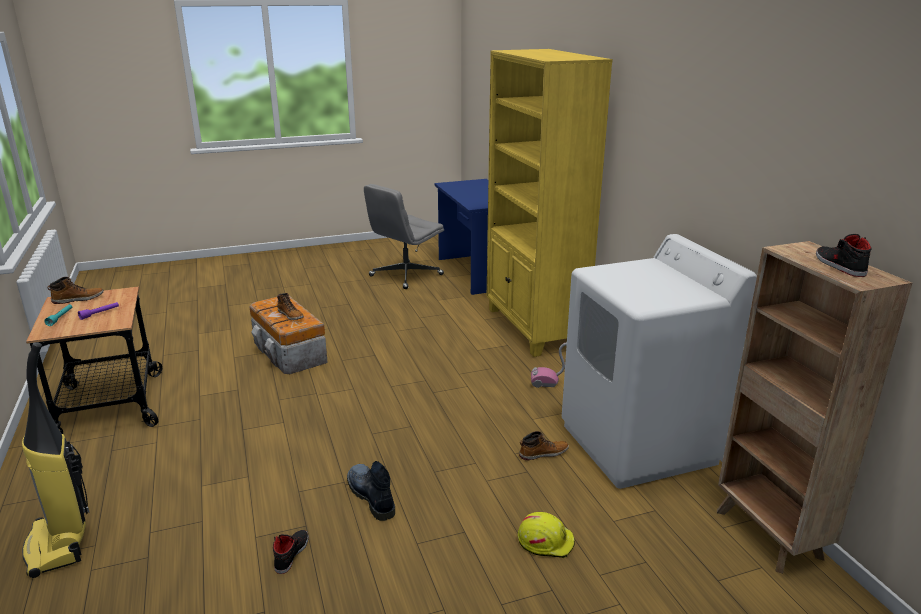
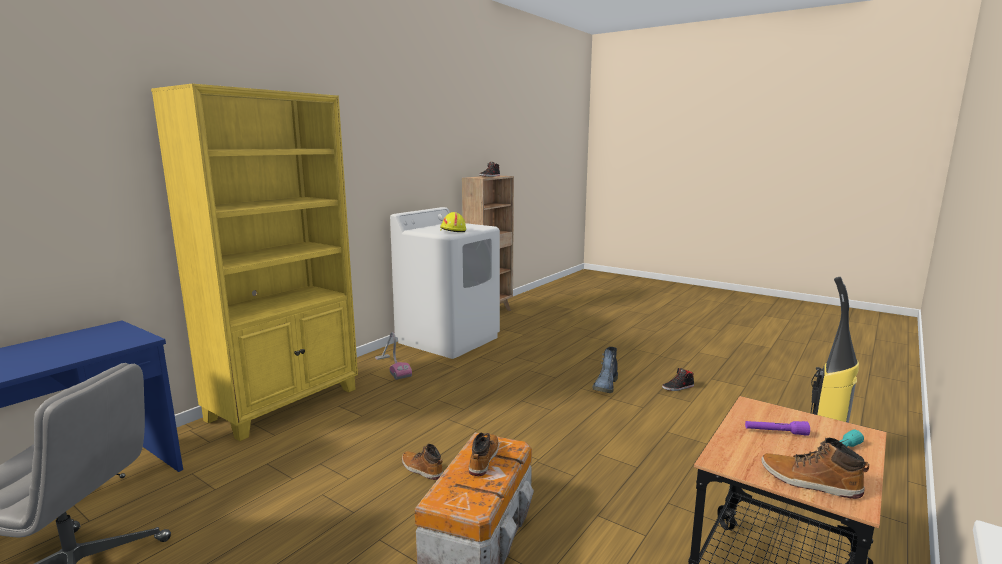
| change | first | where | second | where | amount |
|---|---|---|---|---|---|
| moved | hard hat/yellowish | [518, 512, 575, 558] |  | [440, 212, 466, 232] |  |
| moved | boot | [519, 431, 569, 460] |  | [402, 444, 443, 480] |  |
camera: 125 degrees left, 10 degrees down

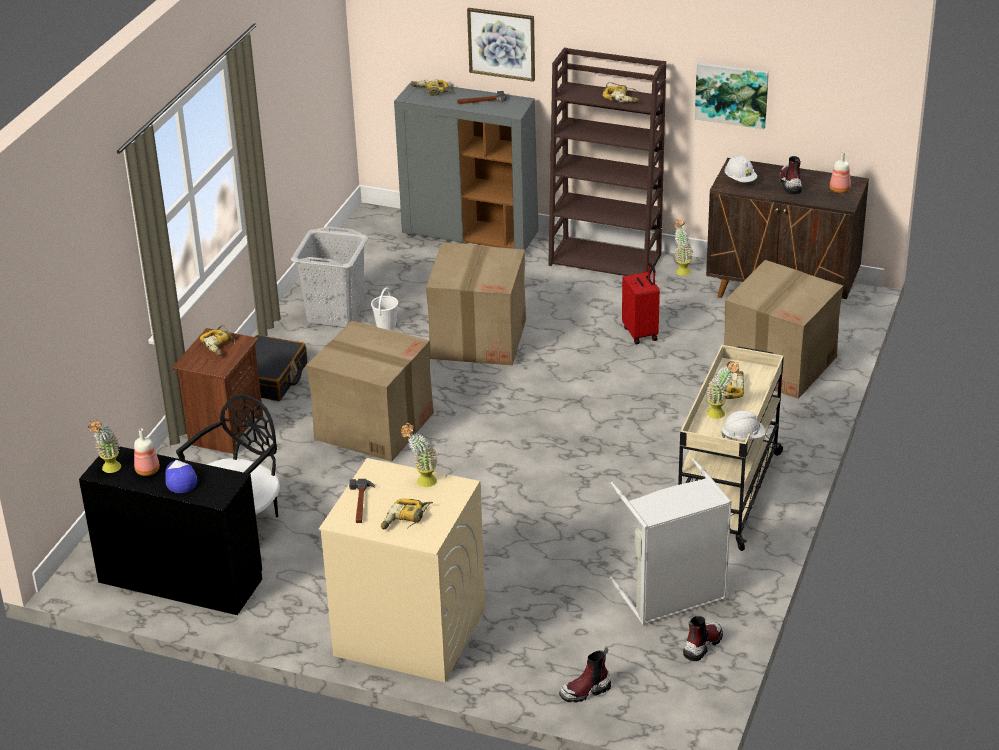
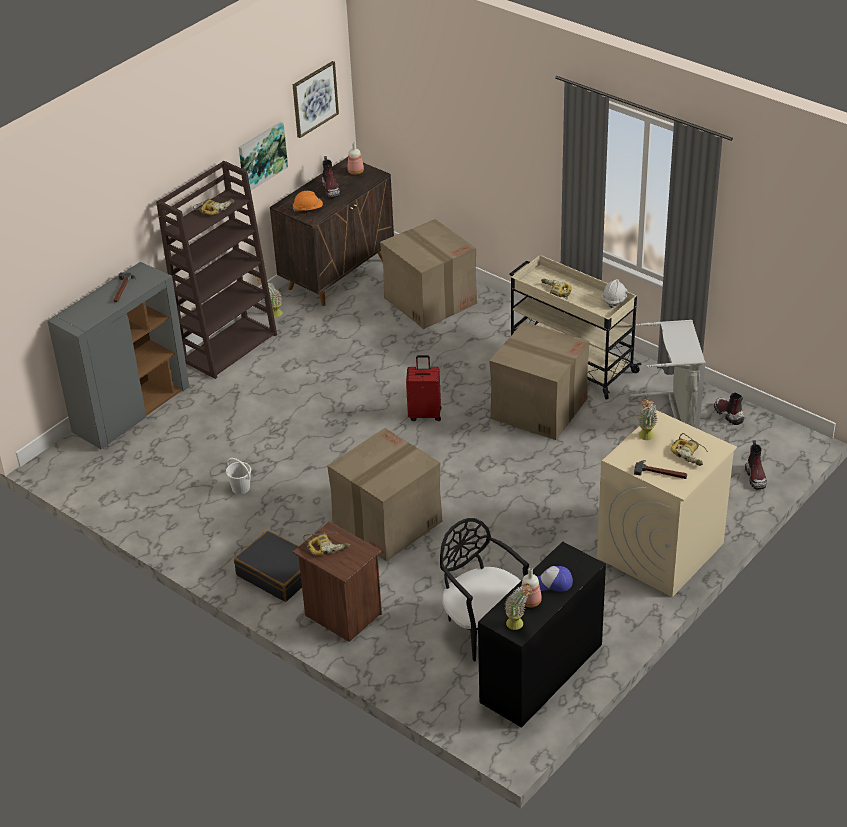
| change | first | where | second | where | amount |
|---|---|---|---|---|---|
| removed | hamper/greyish | [291, 226, 369, 328] |  |  |  |
| removed | electric drill | [411, 79, 451, 96] |  |  |  |
| moved | cardboard box | [426, 242, 526, 365] |  | [489, 321, 590, 440] |  |
| moved | picture | [467, 8, 535, 82] |  | [293, 61, 339, 138] |  |
| moved | suitcase/red-coloured | [622, 263, 660, 345] |  | [406, 355, 442, 421] |  |
| removed | potted plant | [706, 361, 739, 419] |  |  |  |
| recoloured | hard hat/white | [724, 155, 757, 183] | hard hat/orangey | [293, 191, 323, 212] |  |
| turned | boot | [779, 156, 802, 194] |  | [322, 156, 340, 198] | 120 degrees counterclockwise |
camera: 70 degrees left, 5 degrees up

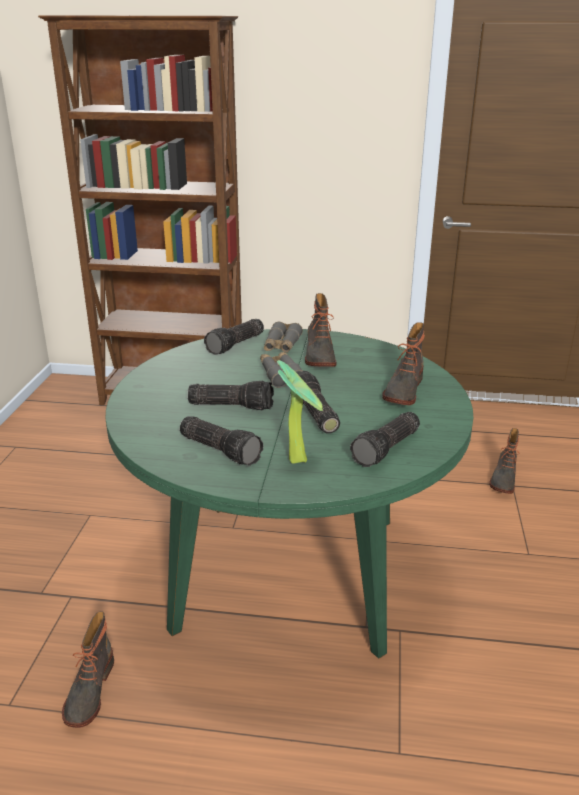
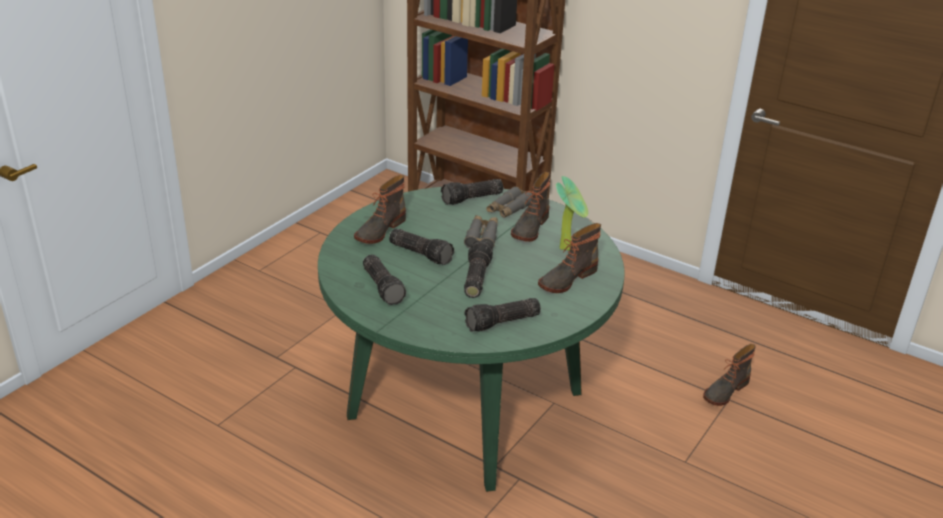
| change | first | where | second | where | amount |
|---|---|---|---|---|---|
| moved | boot | [62, 611, 114, 728] |  | [354, 175, 406, 244] |  |
| moved | potted plant | [277, 360, 323, 464] |  | [556, 176, 588, 251] |  |
camera: 25 degrees right, 5 degrees up

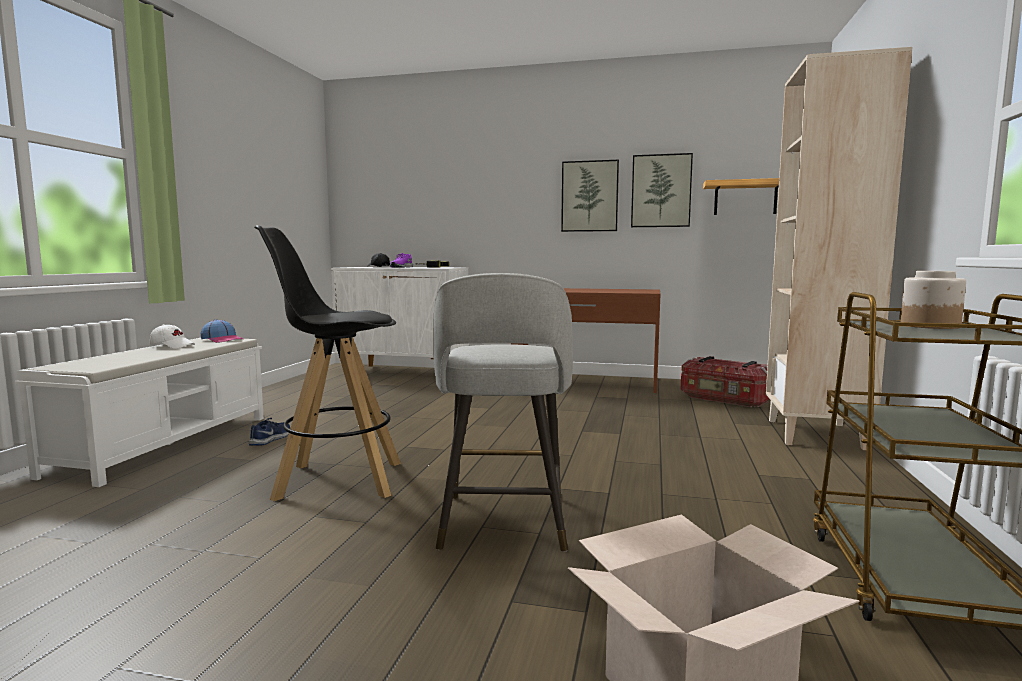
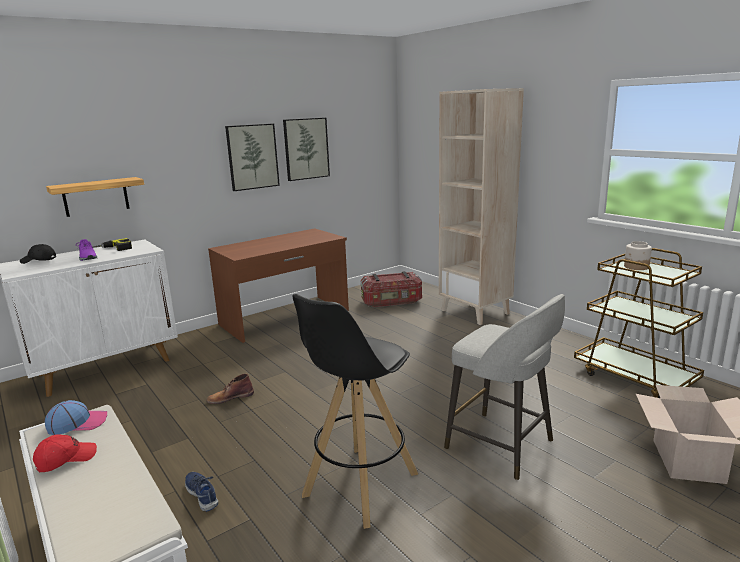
| change | first | where | second | where | amount |
|---|---|---|---|---|---|
| recoloured | baseball cap/white | [150, 324, 195, 349] | baseball cap/red-coloured | [33, 434, 97, 472] |  |
| moved | shelf | [703, 178, 779, 215] |  | [46, 177, 144, 217] |  |
| added |  |  | boot/brownish | [206, 374, 254, 404] |  |
camera: 50 degrees left, 10 degrees up

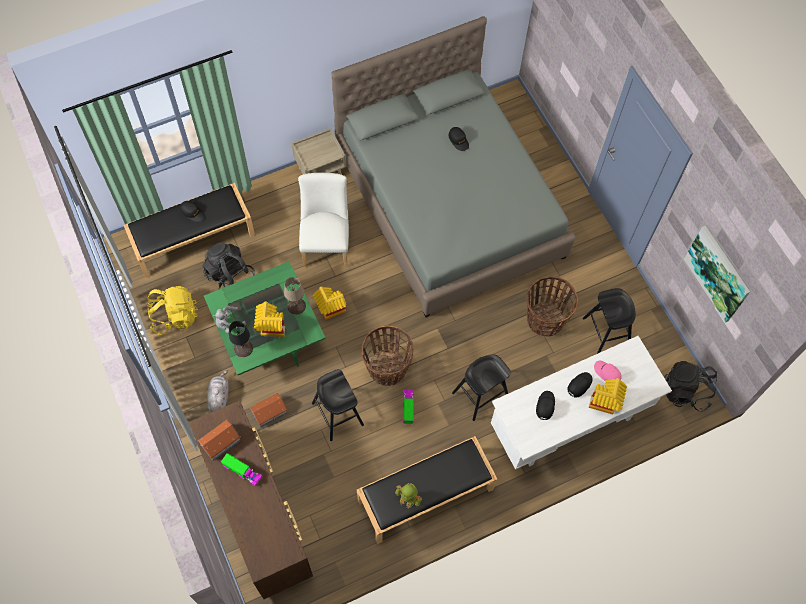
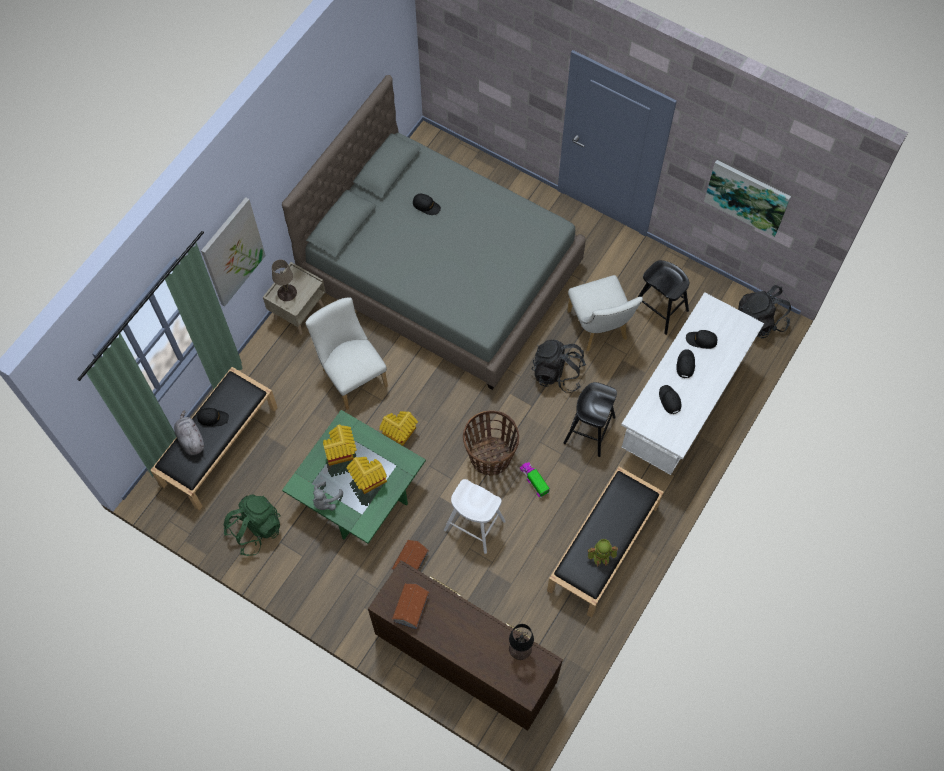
| change | first | where | second | where | amount |
|---|---|---|---|---|---|
| recoloured | backpack/yellowish | [147, 286, 198, 335] | backpack/green-coloured | [224, 495, 281, 556] |  |
| moved | backpack/black-coloured | [203, 243, 255, 288] |  | [531, 340, 586, 393] |  |
| moved | cuddly toy/greyish | [207, 370, 229, 412] |  | [174, 410, 204, 455] |  |
| removed | toy truck | [221, 453, 263, 486] |  |  |  |
| moved | tabletop lamp/black-coloured | [229, 321, 253, 357] |  | [509, 624, 534, 660] |  |
| moved | tabletop lamp/sand-coloured | [284, 277, 306, 315] |  | [272, 260, 297, 301] |  |
| recoloured | stool seat/black-coloured | [312, 369, 364, 441] | stool seat/white | [444, 479, 506, 554] |  |
| replaced | storage basket | [526, 276, 578, 337] | plain chair/white | [567, 275, 643, 351] |  |
| moved | toy house | [589, 378, 627, 415] |  | [323, 425, 357, 466] |  |
| recoloured | baseball cap/pink-coloured | [594, 360, 622, 381] | baseball cap/black-coloured | [686, 330, 717, 349] |  |
| added |  |  | picture | [201, 197, 266, 306] |  |
camera: 30 degrees left, 0 degrees up

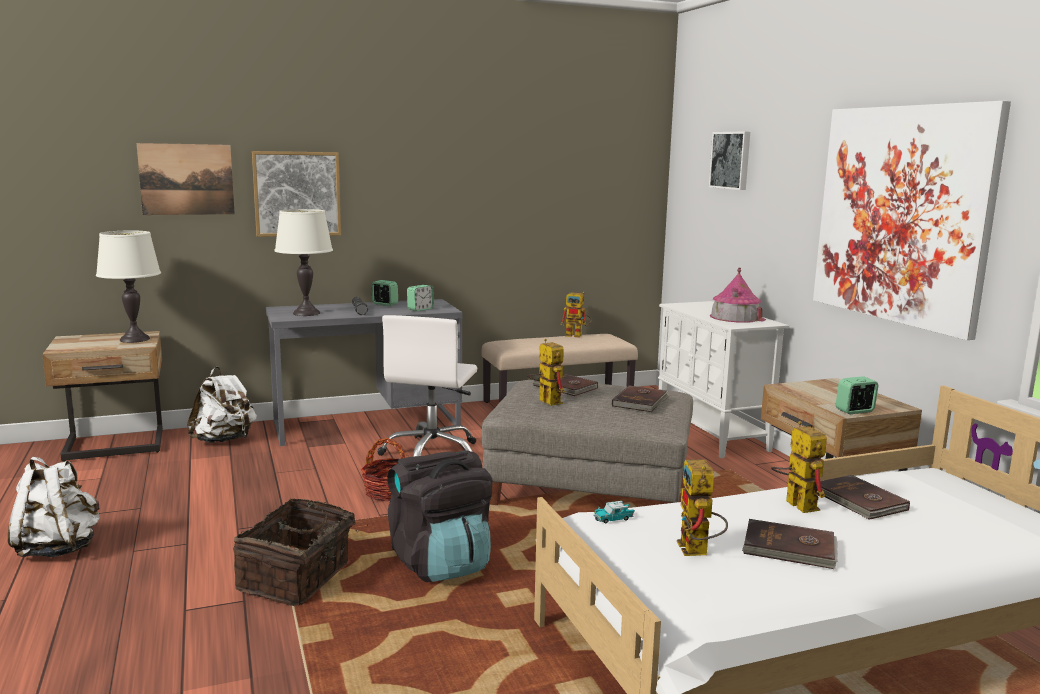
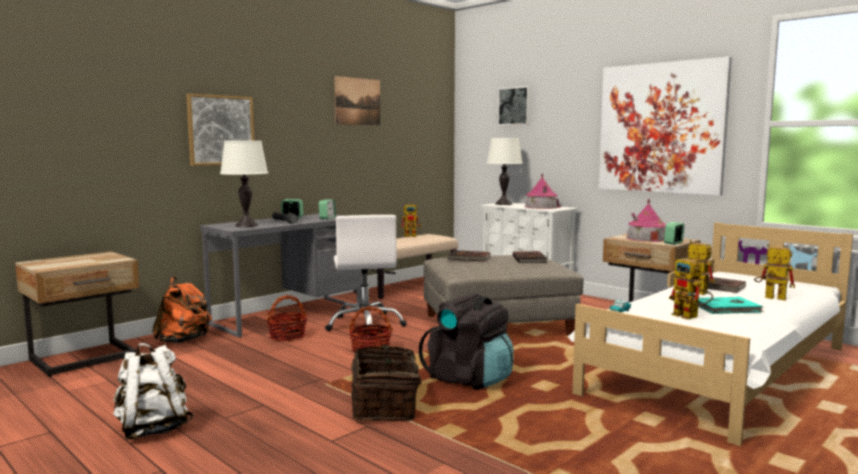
| change | first | where | second | where | amount |
|---|---|---|---|---|---|
| moved | tabletop lamp/white | [96, 231, 161, 343] |  | [486, 138, 523, 205] |  |
| moved | picture | [137, 143, 235, 215] |  | [334, 76, 380, 126] |  |
| recoloured | backpack/white | [187, 366, 257, 443] | backpack/orangey | [152, 277, 212, 343] |  |
| moved | model robot | [527, 339, 565, 406] |  | [754, 244, 795, 301] |  |
| recoloured | bound book/brownish | [742, 519, 838, 569] | bound book/turquoise-coloured | [698, 297, 764, 314] |  |
| added |  |  | storage basket | [266, 295, 307, 341] |  |
| added |  |  | toy house | [626, 199, 666, 242] |  |
camera: 25 degrees left, 5 degrees down

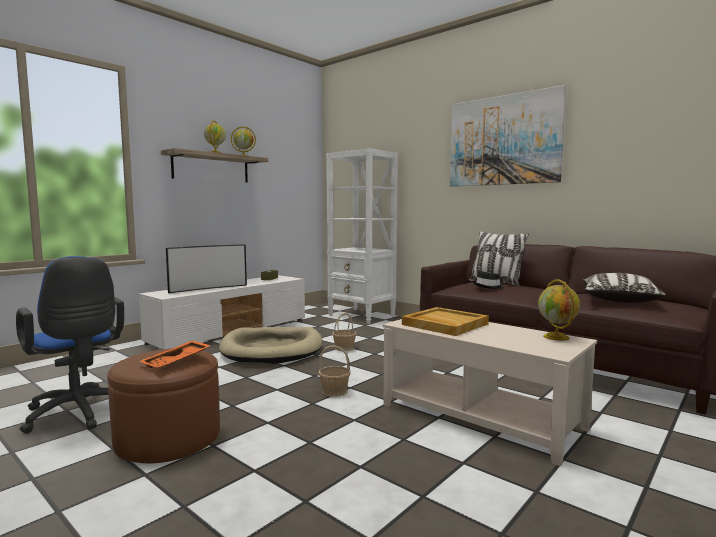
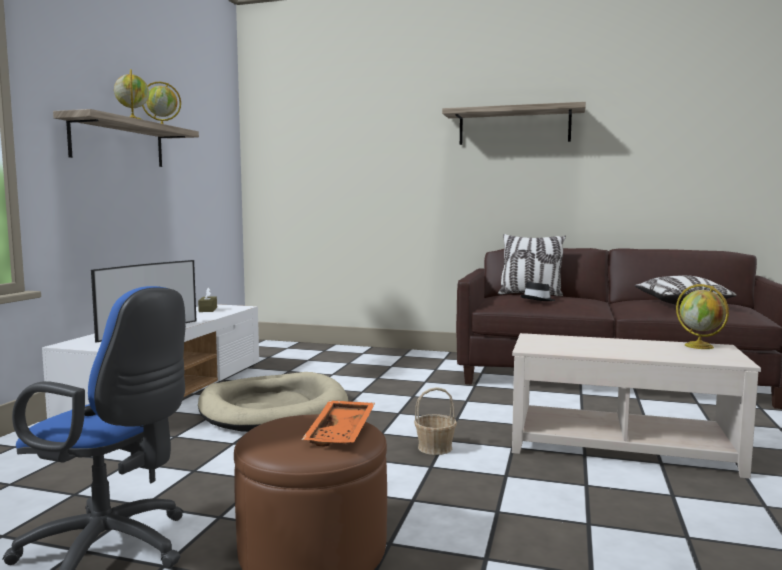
| change | first | where | second | where | amount |
|---|---|---|---|---|---|
| removed | shelving unit/white | [326, 148, 398, 324] |  |  |  |
| removed | storage basket | [332, 313, 357, 351] |  |  |  |
| removed | tray/sand-coloured | [402, 307, 489, 336] |  |  |  |
| replaced | picture | [450, 85, 566, 187] | shelf | [442, 102, 586, 145] |  |
camera: 25 degrees left, 0 degrees up

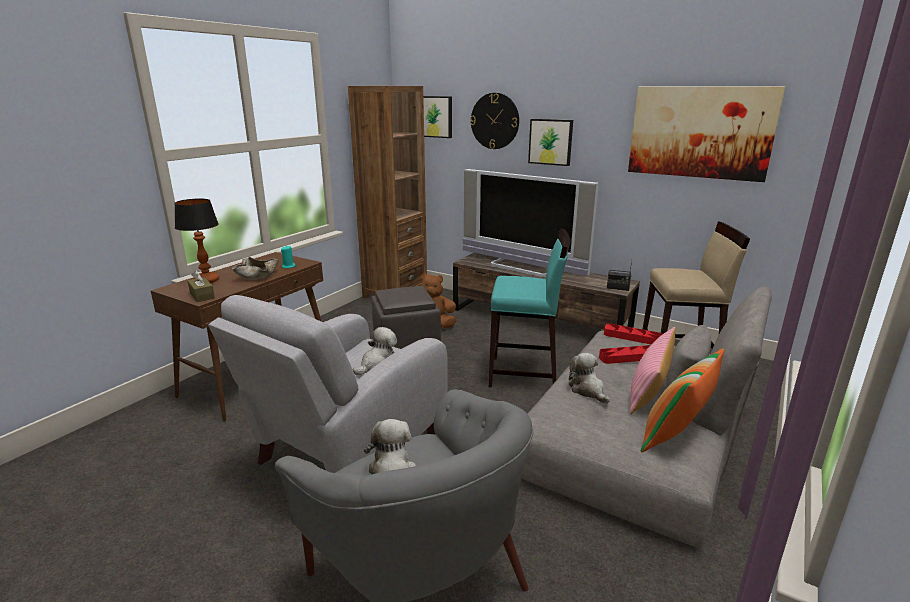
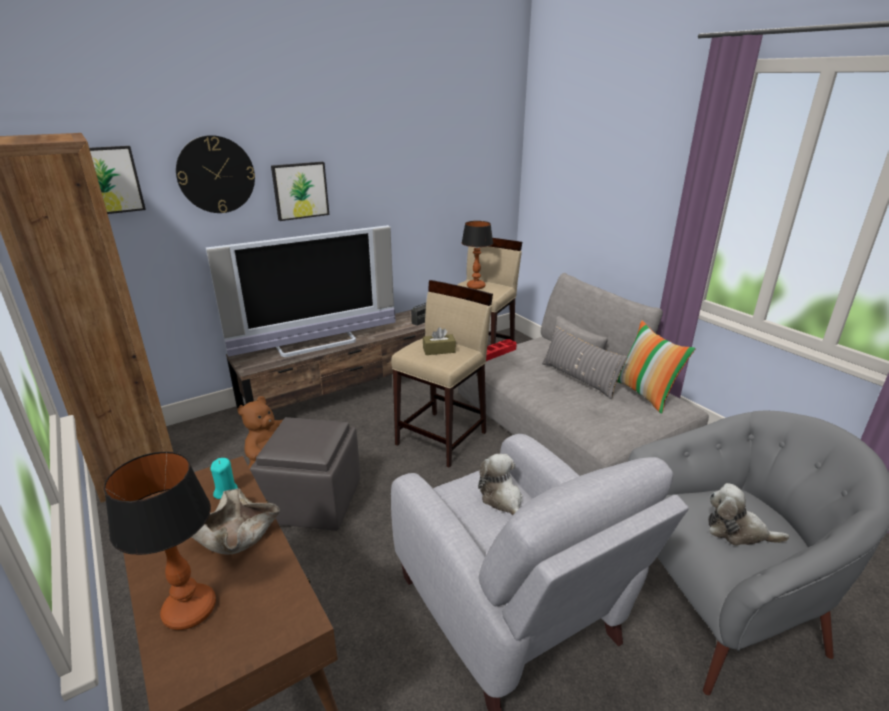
| change | first | where | second | where | amount |
|---|---|---|---|---|---|
| moved | tissue box/brownish | [188, 270, 215, 302] |  | [423, 327, 456, 355] |  |
| recoloured | stool seat/turquoise-coloured | [489, 228, 570, 388] | stool seat/sand-coloured | [391, 280, 493, 468] |  |
| removed | cuddly toy | [569, 353, 610, 404] |  |  |  |
| removed | tray/red-coloured | [599, 345, 650, 364] |  |  |  |
| removed | picture | [628, 86, 785, 182] |  |  |  |
| recoloured | pillow/pink-coloured | [630, 327, 675, 415] | pillow/greyish | [542, 326, 628, 399] |  |
| added |  |  | tabletop lamp | [462, 221, 493, 289] |  |
camera: 65 degrees left, 5 degrees up

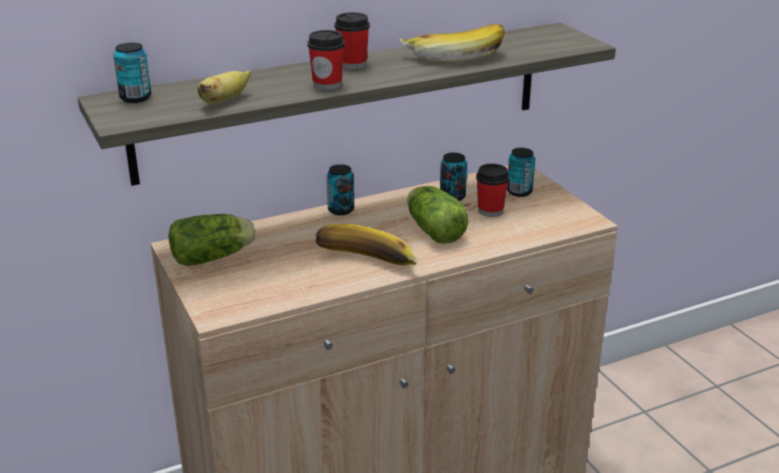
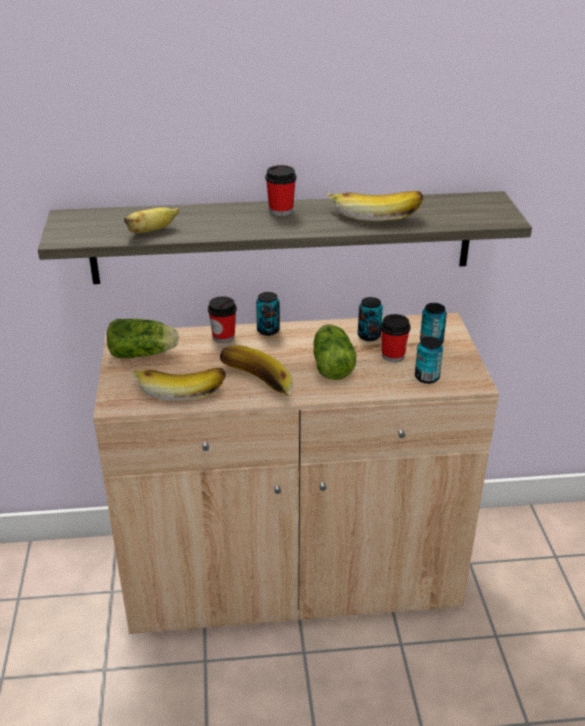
| change | first | where | second | where | amount |
|---|---|---|---|---|---|
| moved | sealed can | [114, 43, 151, 103] |  | [415, 336, 443, 384] |  |
| moved | drinking cup | [307, 30, 345, 90] |  | [208, 296, 237, 343] |  |
| added |  |  | banana fruit | [131, 368, 226, 401] |  |
camera: 20 degrees right, 5 degrees up

